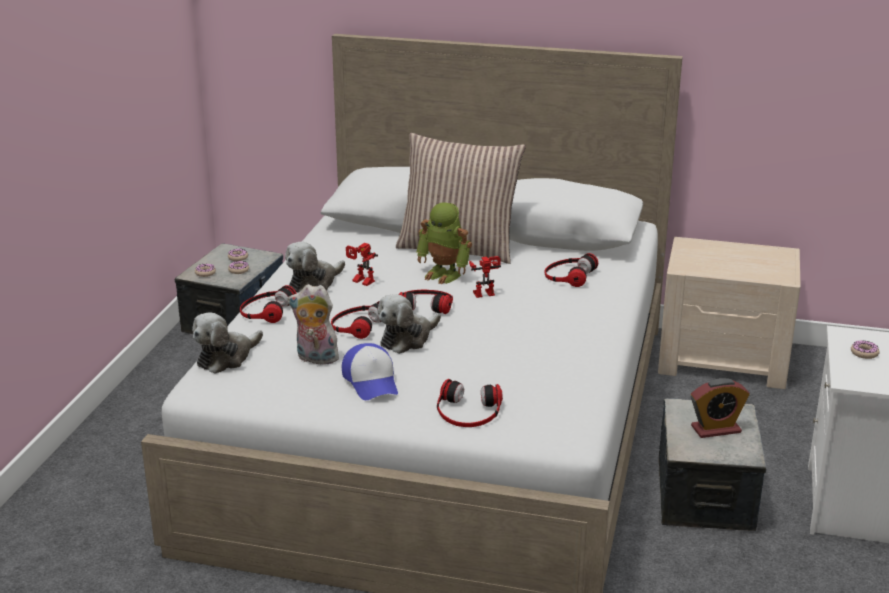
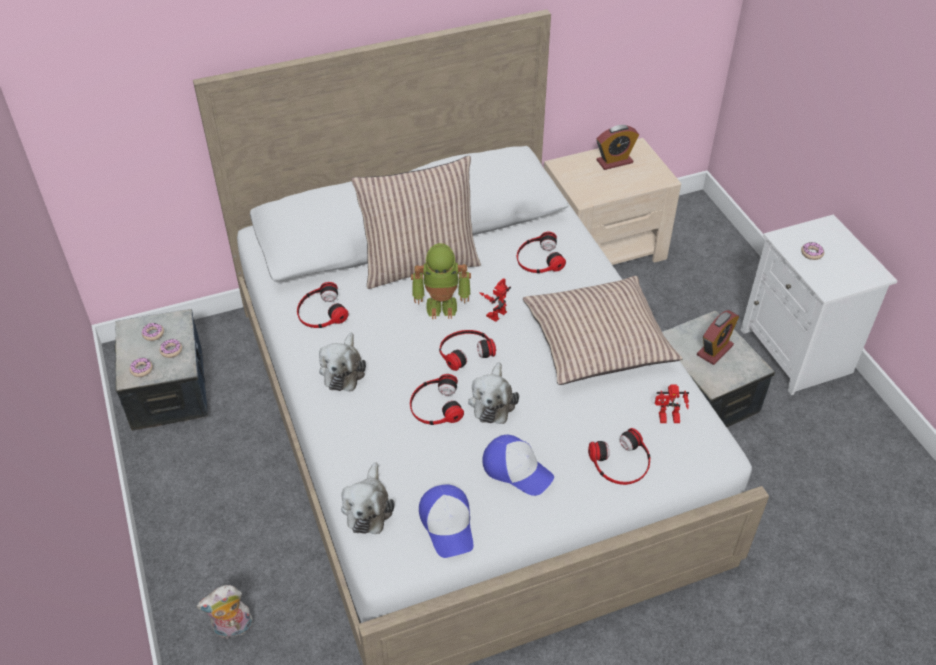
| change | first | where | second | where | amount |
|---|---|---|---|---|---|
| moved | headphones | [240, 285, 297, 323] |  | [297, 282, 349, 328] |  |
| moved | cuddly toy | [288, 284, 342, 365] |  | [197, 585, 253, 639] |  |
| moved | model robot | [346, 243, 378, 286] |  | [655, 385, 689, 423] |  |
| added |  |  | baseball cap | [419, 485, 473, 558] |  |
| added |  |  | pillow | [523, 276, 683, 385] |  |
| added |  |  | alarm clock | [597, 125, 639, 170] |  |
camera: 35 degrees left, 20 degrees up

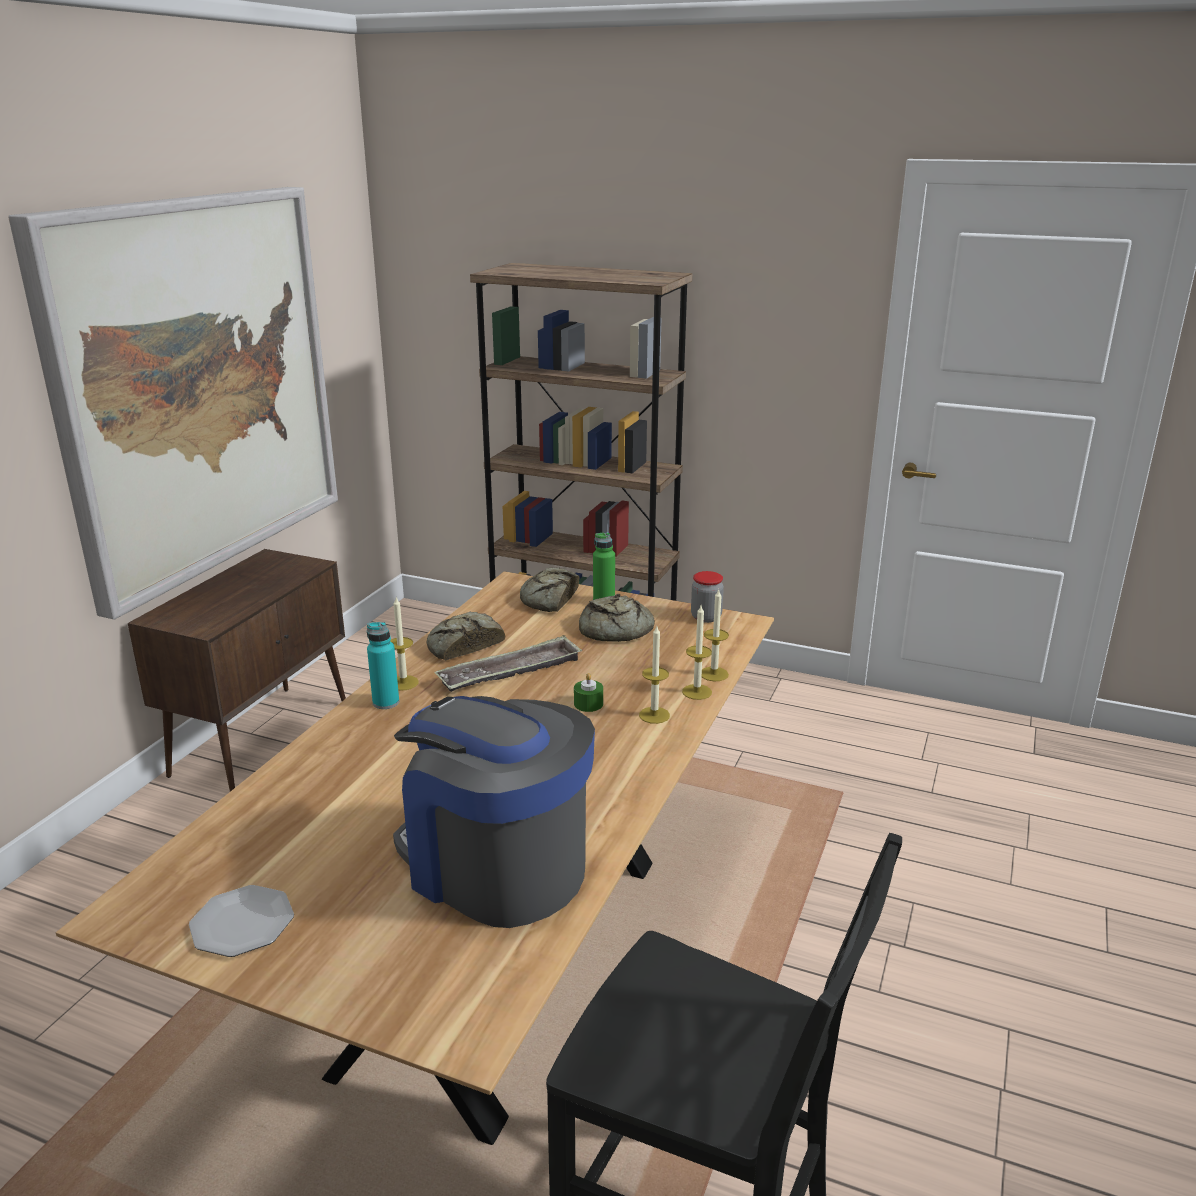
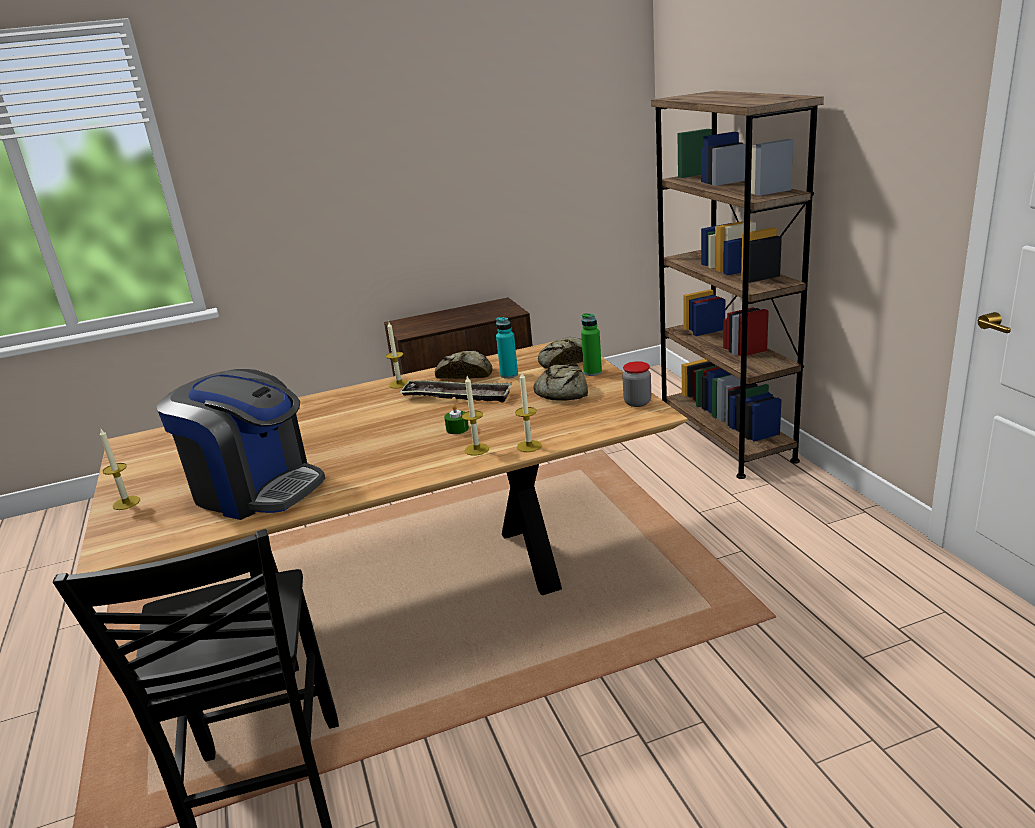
| change | first | where | second | where | amount |
|---|---|---|---|---|---|
| removed | picture | [8, 187, 338, 620] |  |  |  |
| removed | flat dish | [189, 885, 294, 957] |  |  |  |
| moved | bottle/turquoise-coloured | [367, 622, 399, 709] |  | [496, 317, 518, 379] |  |
| turned | coffee machine | [393, 696, 595, 928] |  | [156, 369, 325, 520] | 120 degrees clockwise |
| moved | wax candle | [702, 589, 729, 682] |  | [100, 429, 140, 510] |  |
camera: 50 degrees right, 0 degrees up

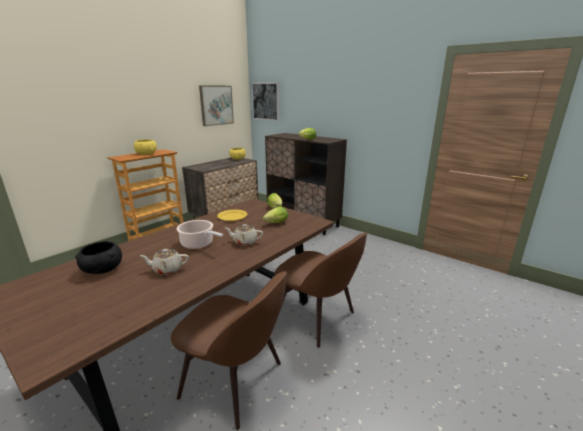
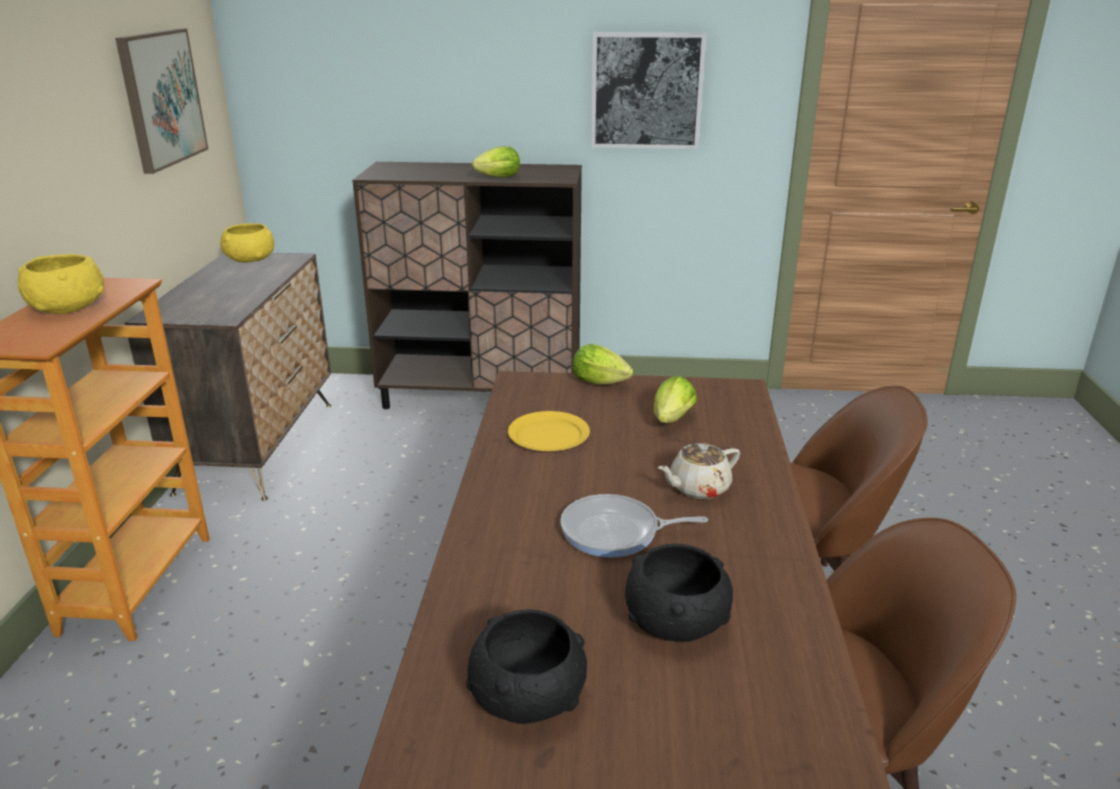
| change | first | where | second | where | amount |
|---|---|---|---|---|---|
| replaced | teapot/sand-coloured | [140, 249, 189, 275] | serving bowl/black-coloured | [625, 544, 733, 642] |  |
| replaced | stockpot | [177, 220, 224, 249] | pan | [560, 494, 708, 558] |  |
| moved | picture | [251, 82, 280, 121] |  | [591, 32, 706, 149] |  |
camera: 35 degrees left, 5 degrees up

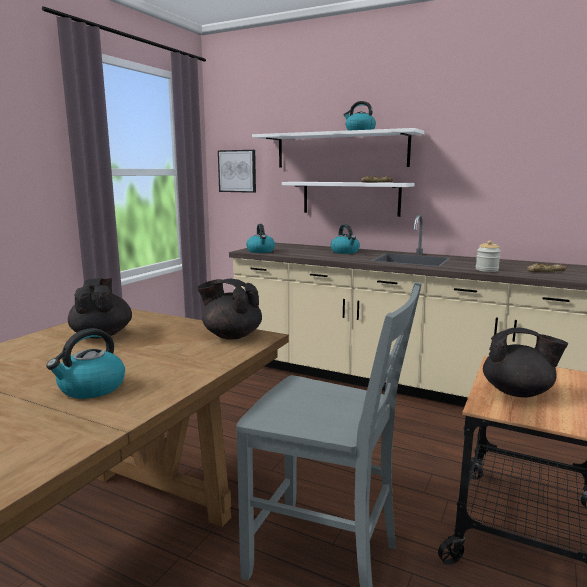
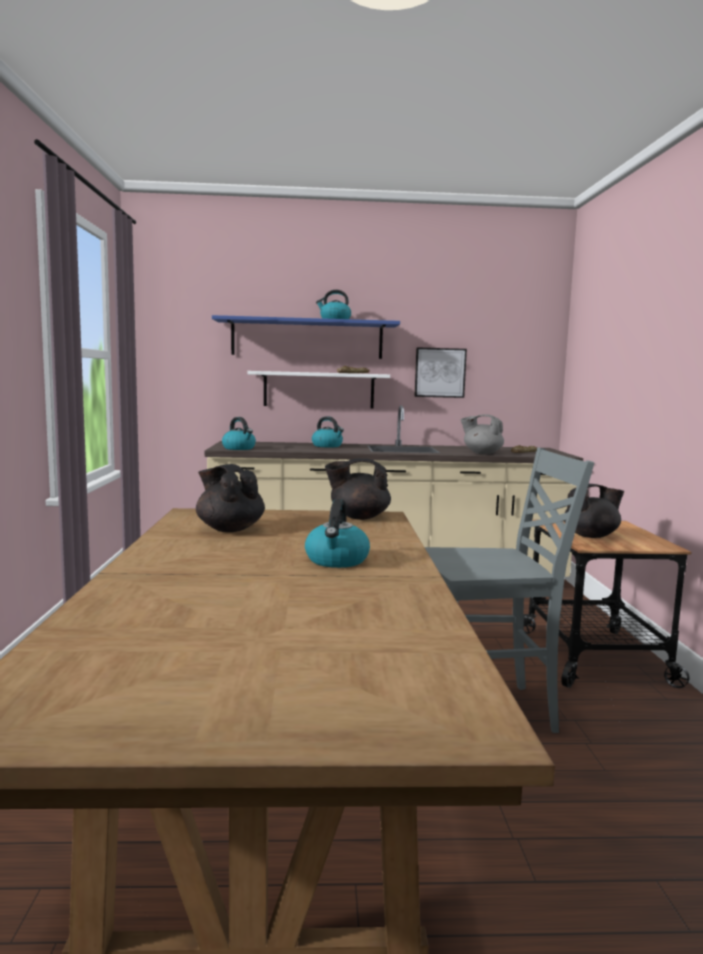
| change | first | where | second | where | amount |
|---|---|---|---|---|---|
| moved | picture | [218, 150, 256, 193] |  | [414, 347, 467, 398] |  |
| recoloured | shelf/white | [252, 128, 425, 168] | shelf/blue-coloured | [212, 315, 400, 359] |  |
| replaced | preserve jar | [476, 240, 501, 272] | teapot/greyish | [461, 414, 504, 454] |  |
camera: 30 degrees left, 5 degrees down

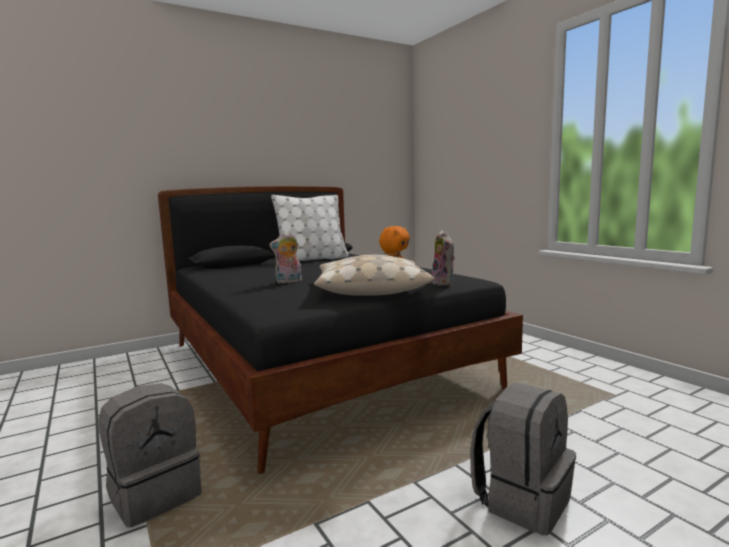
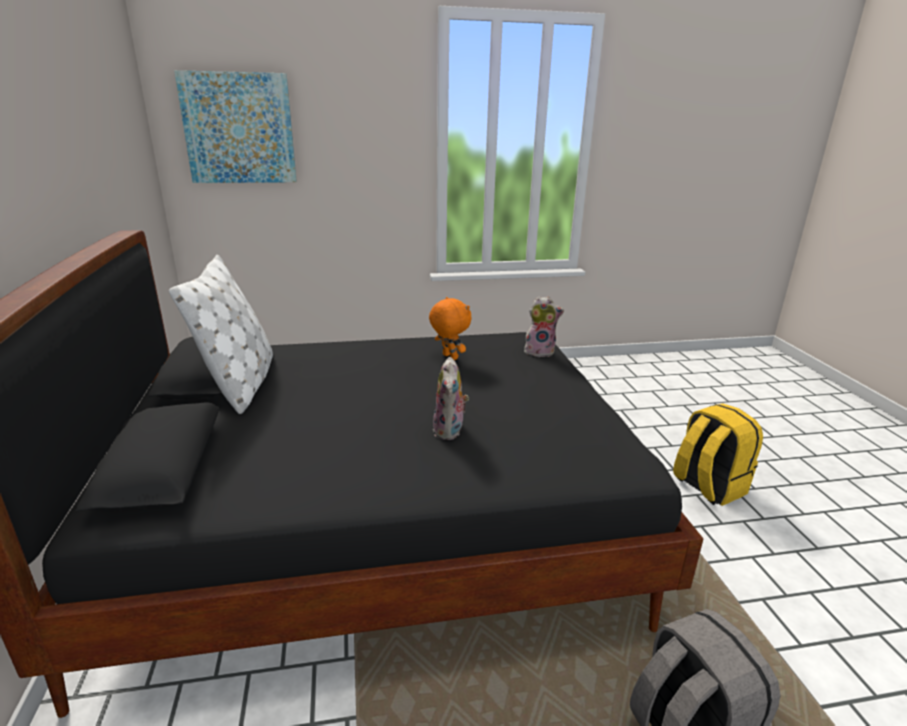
| change | first | where | second | where | amount |
|---|---|---|---|---|---|
| removed | pillow/sand-coloured | [314, 255, 434, 296] |  |  |  |
| recoloured | backpack/greyish | [470, 382, 576, 535] | backpack/yellowish | [673, 403, 763, 506] |  |
| added |  |  | picture | [174, 70, 297, 183] |  |
camera: 70 degrees left, 15 degrees up

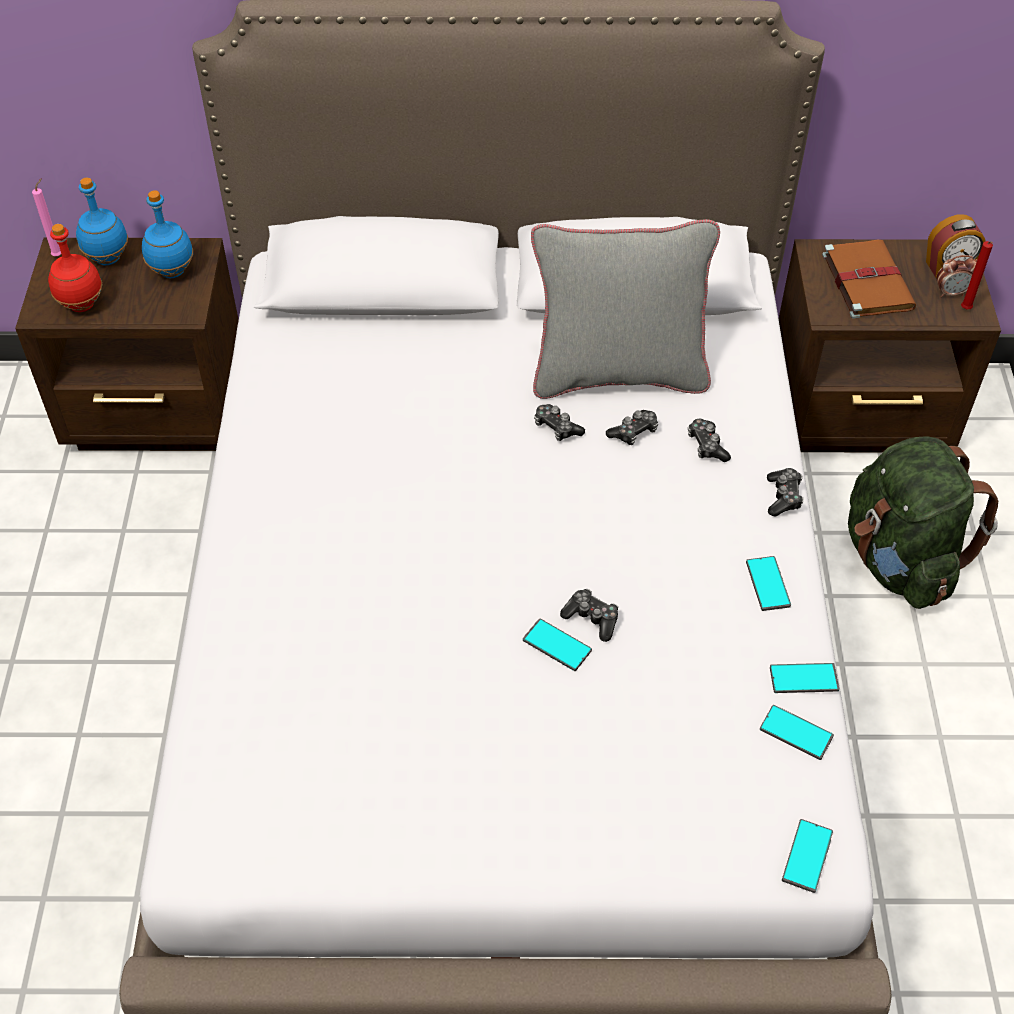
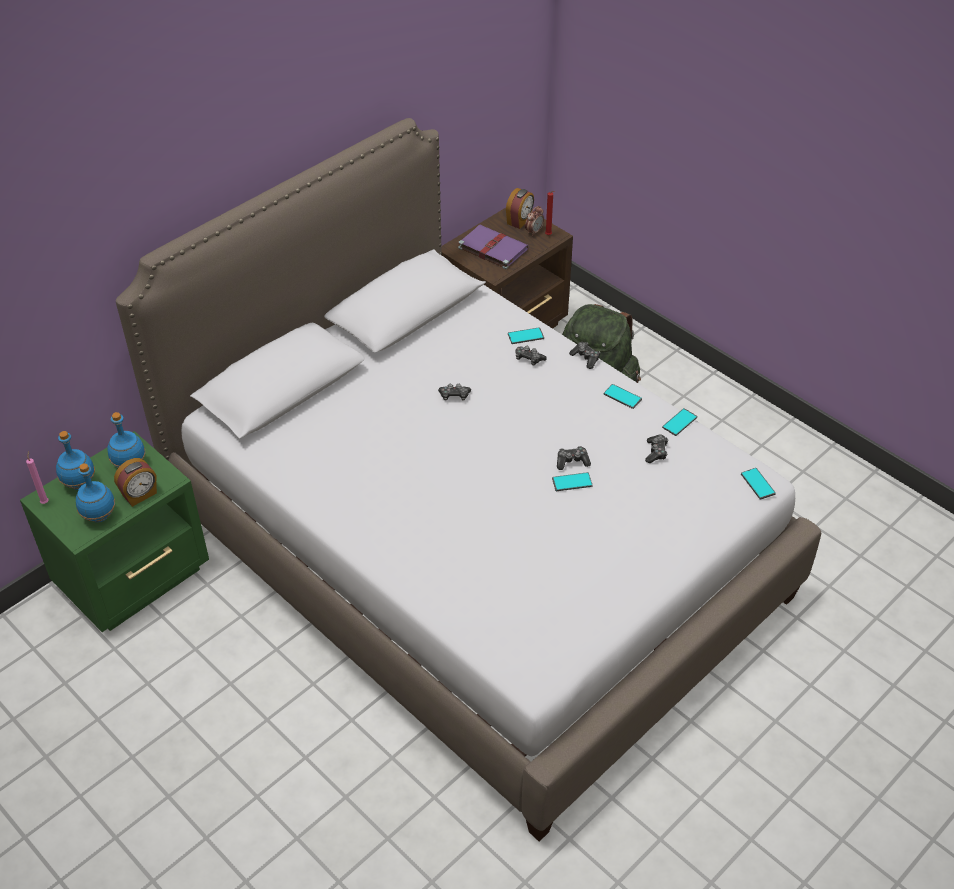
| change | first | where | second | where | amount |
|---|---|---|---|---|---|
| recoloured | night table/brownish | [15, 238, 239, 451] | night table/green-coloured | [20, 431, 209, 632] |  |
| recoloured | bottle/red-coloured | [48, 224, 102, 312] | bottle/blue-coloured | [76, 463, 115, 523] |  |
| removed | pillow/greyish | [531, 219, 720, 399] |  |  |  |
| moved | game controller | [606, 410, 658, 445] |  | [645, 434, 668, 463] |  |
| moved | telephone | [760, 705, 834, 760] |  | [508, 327, 544, 344] |  |
| recoloured | bound book/brownish | [822, 239, 916, 319] | bound book/purplish | [458, 225, 529, 269] |  |
| added |  |  | alarm clock | [114, 458, 157, 507] |  |
camera: 45 degrees left, 5 degrees down

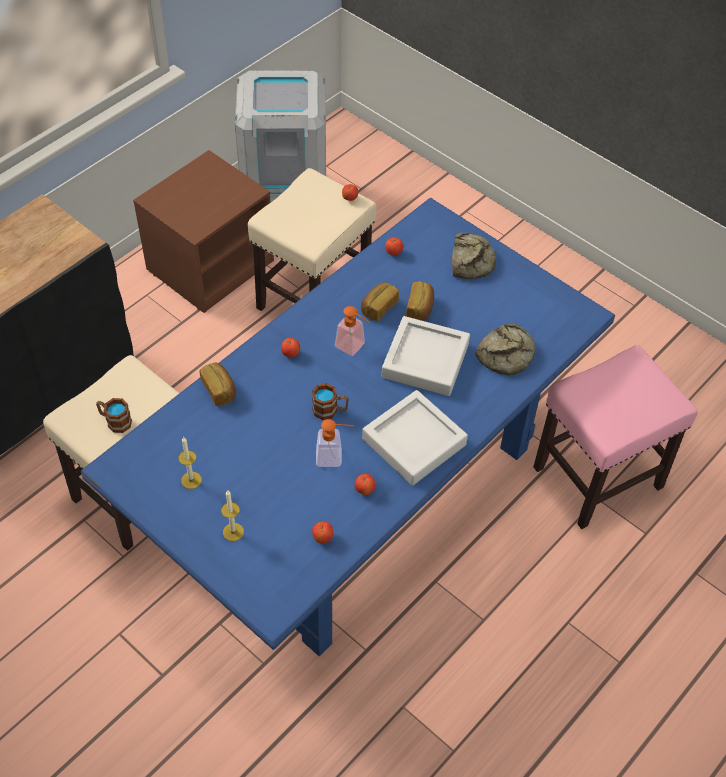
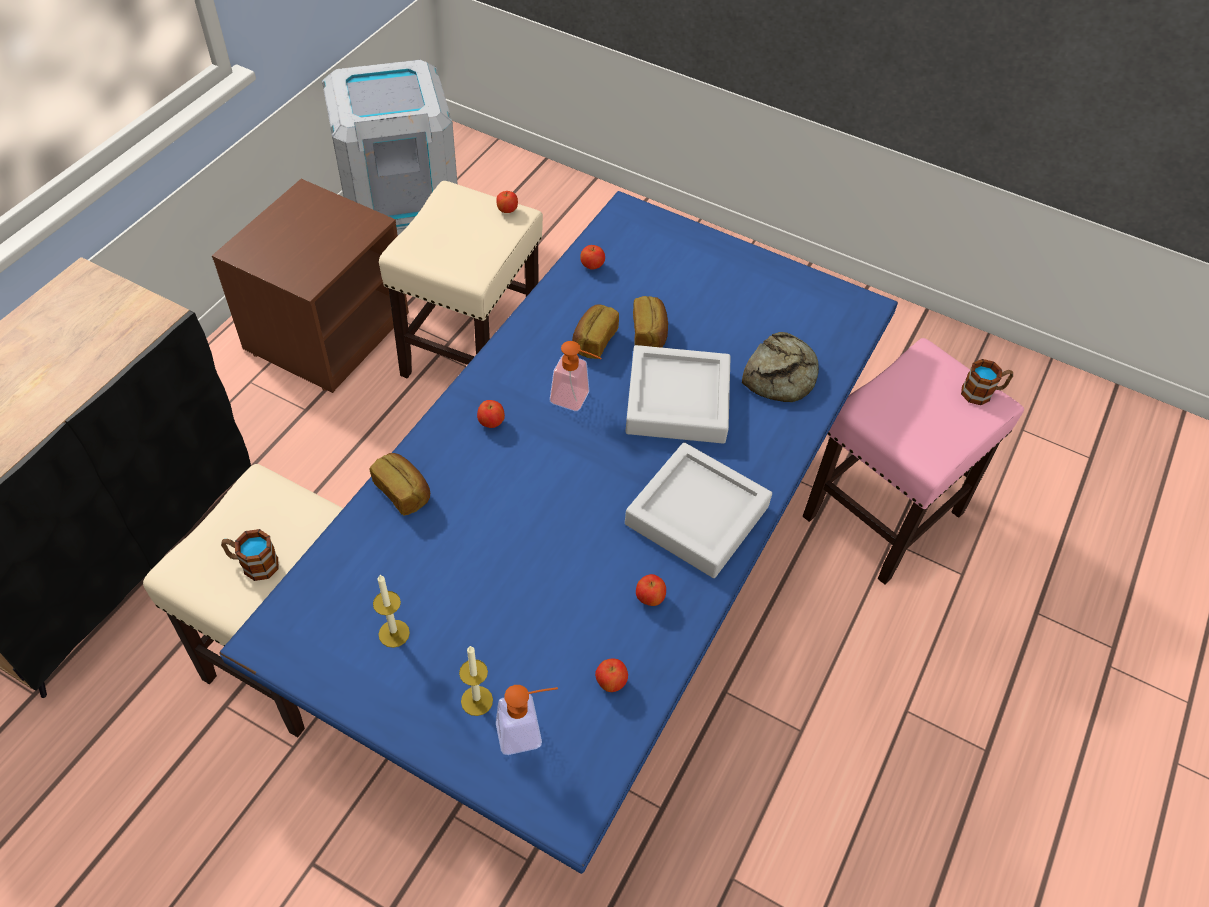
| change | first | where | second | where | amount |
|---|---|---|---|---|---|
| moved | mug | [312, 383, 349, 420] |  | [961, 359, 1013, 405] |  |
| moved | soap bottle | [316, 419, 354, 467] |  | [496, 685, 558, 755] |  |
| removed | bakery bread | [452, 233, 496, 279] |  |  |  |
camera: 15 degrees left, 0 degrees up

